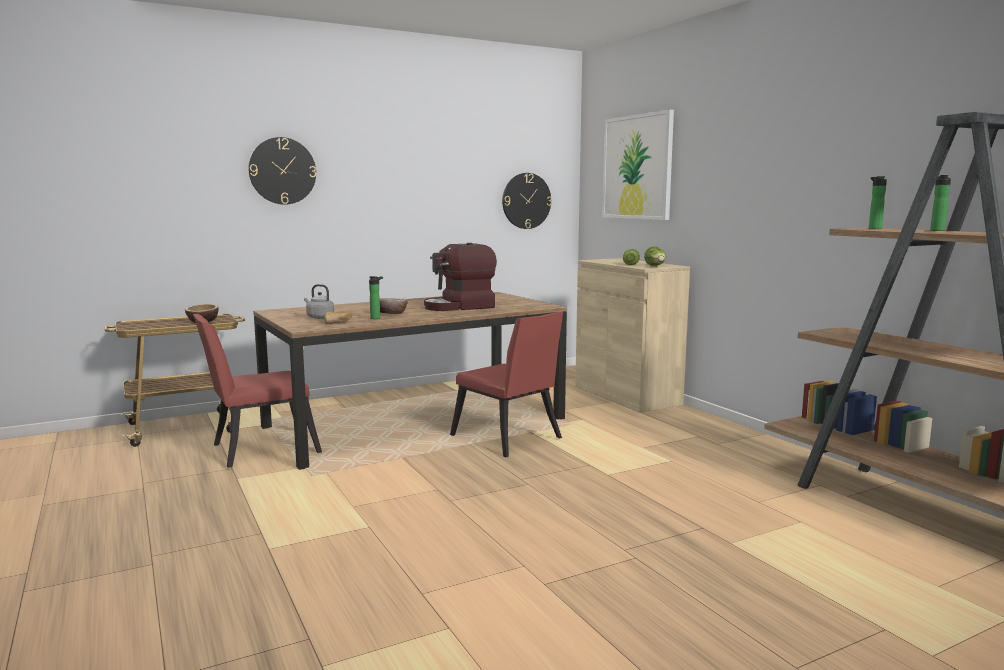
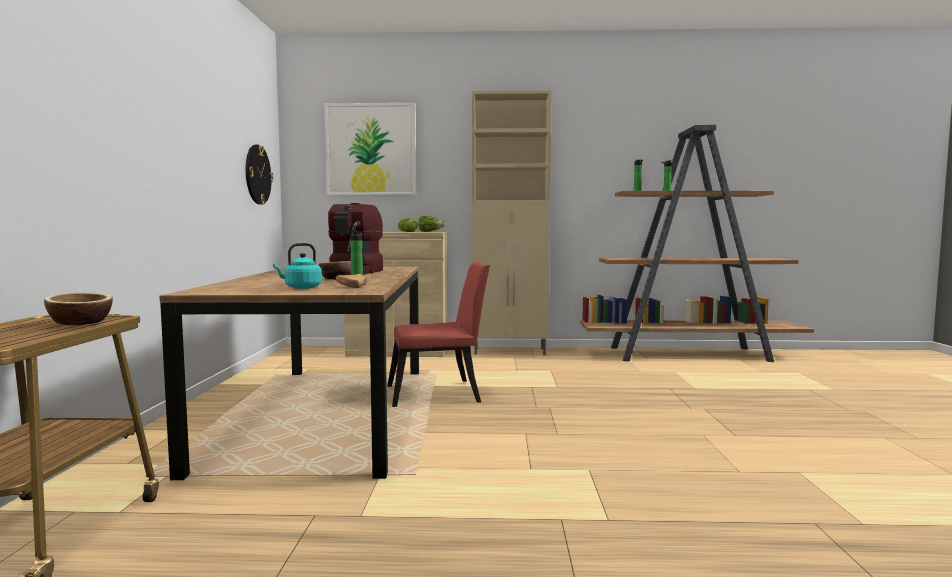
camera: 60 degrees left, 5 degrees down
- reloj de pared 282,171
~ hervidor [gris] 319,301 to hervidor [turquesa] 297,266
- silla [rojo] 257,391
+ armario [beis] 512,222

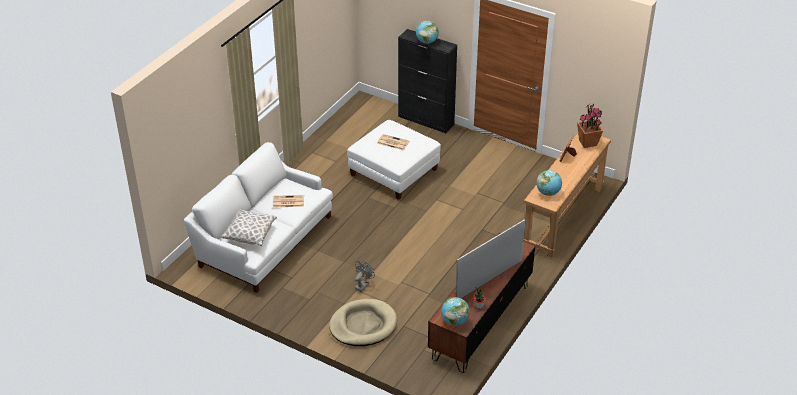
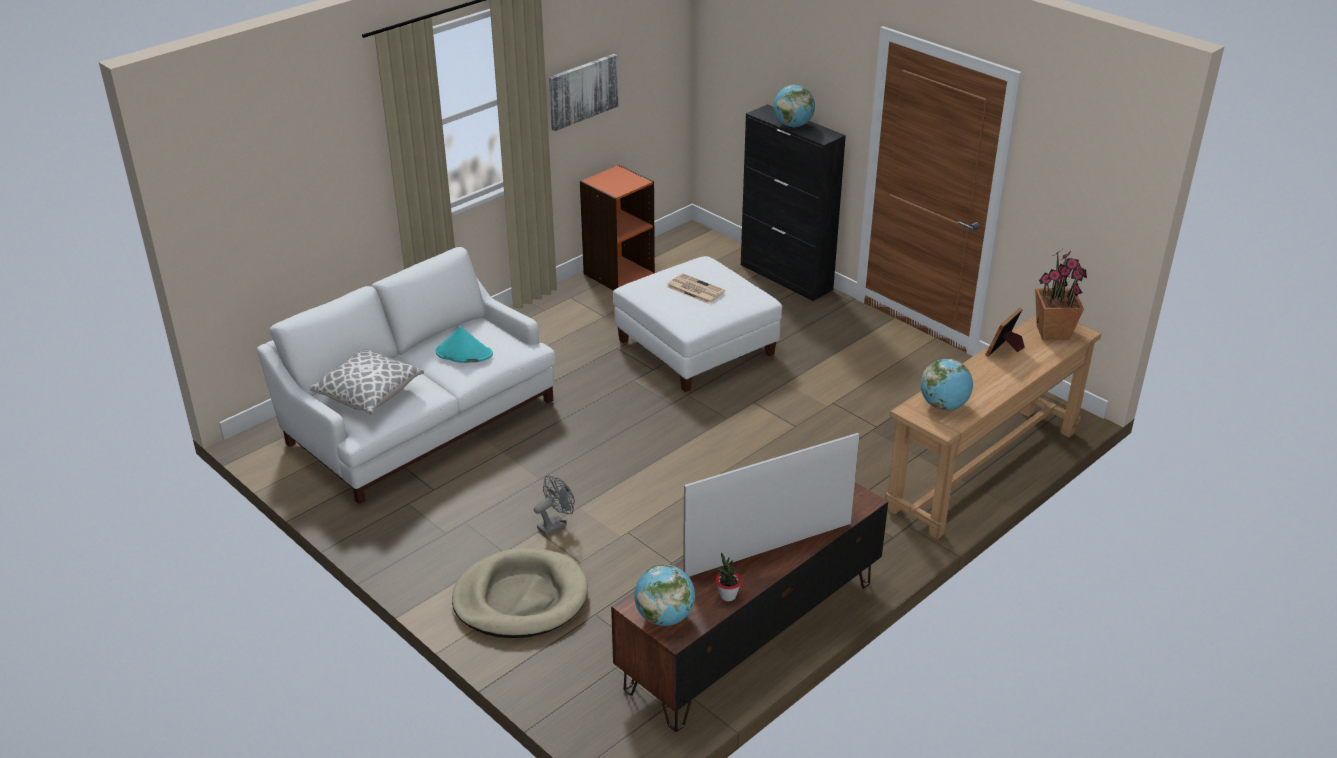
camera: 15 degrees right, 5 degrees down
~ periódico 288,201 to sombrero [turquesa] 464,344
+ cuadro 584,92
+ estantería [naranja] 617,228

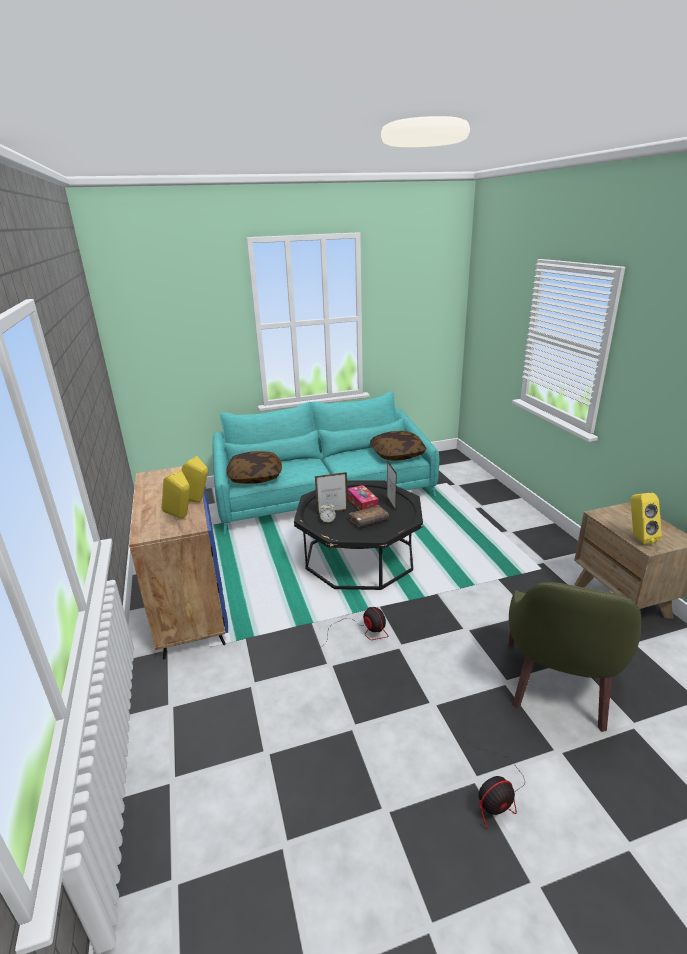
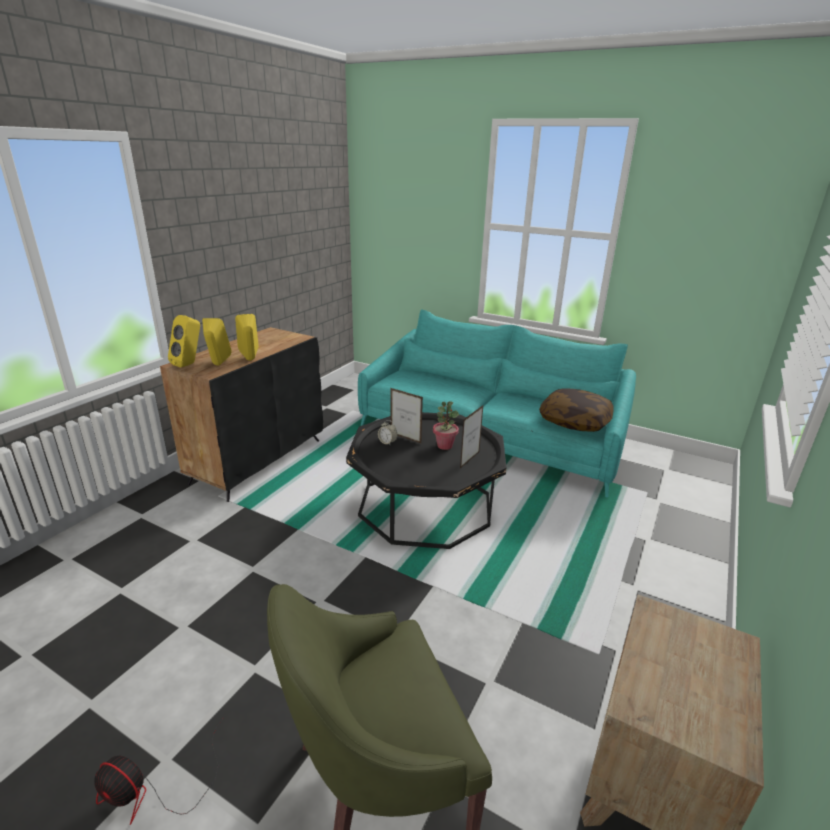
camera: 45 degrees right, 0 degrees up
- cojín 254,467
~ armario [azul] 178,563 to armario [negro] 241,414
~ caja de pañuelos 363,498 to planta en maceta 446,425
~ altavoz [amarillo] 646,519 to 184,341
- libro [marrón] 369,516
- ventilador 354,627

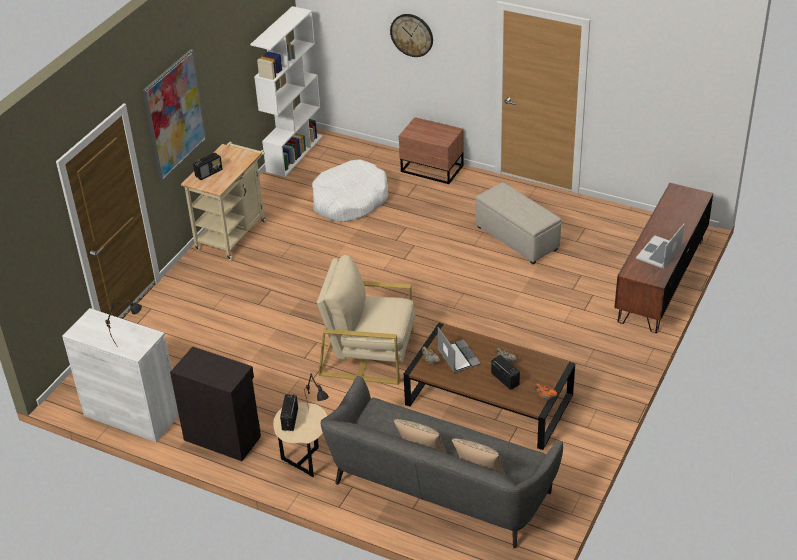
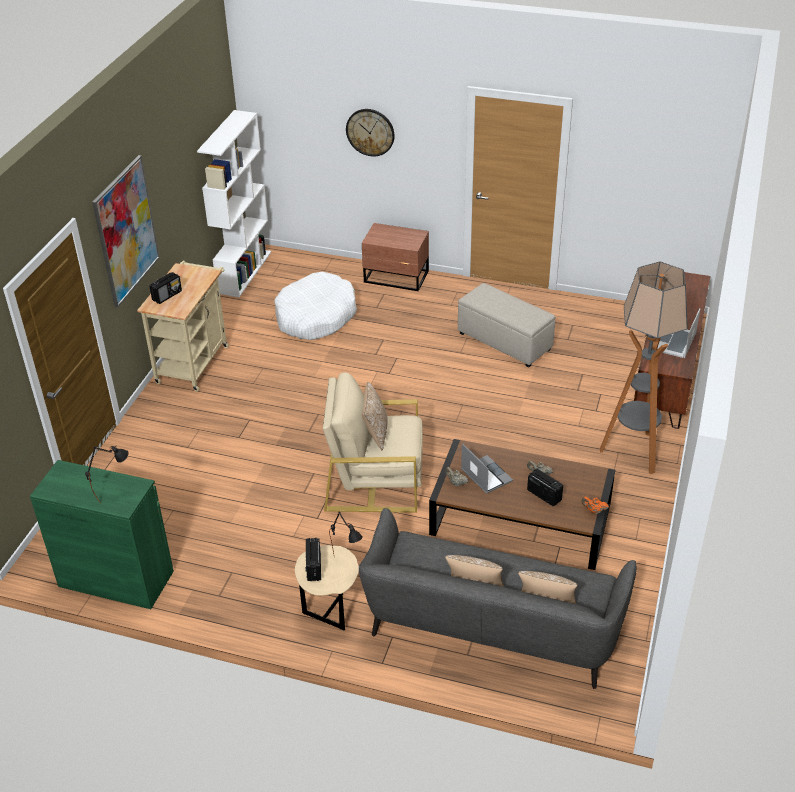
camera: 10 degrees left, 0 degrees up
~ armario [blanco] 120,375 to armario [verde] 102,534
- armario [negro] 215,403
+ lámpara de pie 644,368
+ cojín 375,416

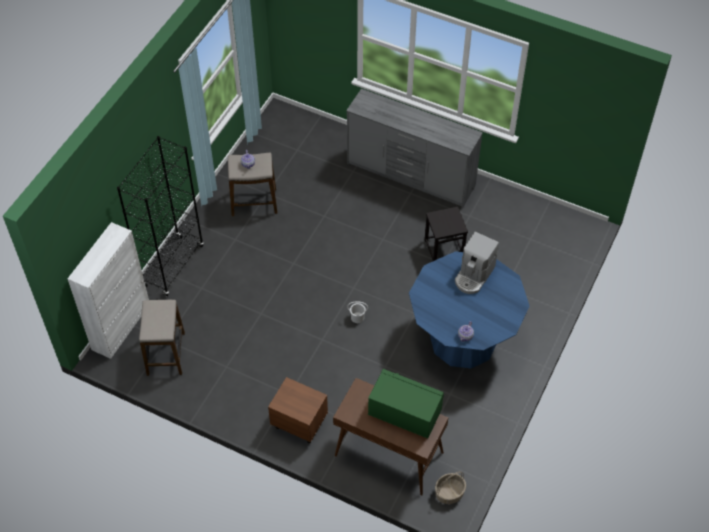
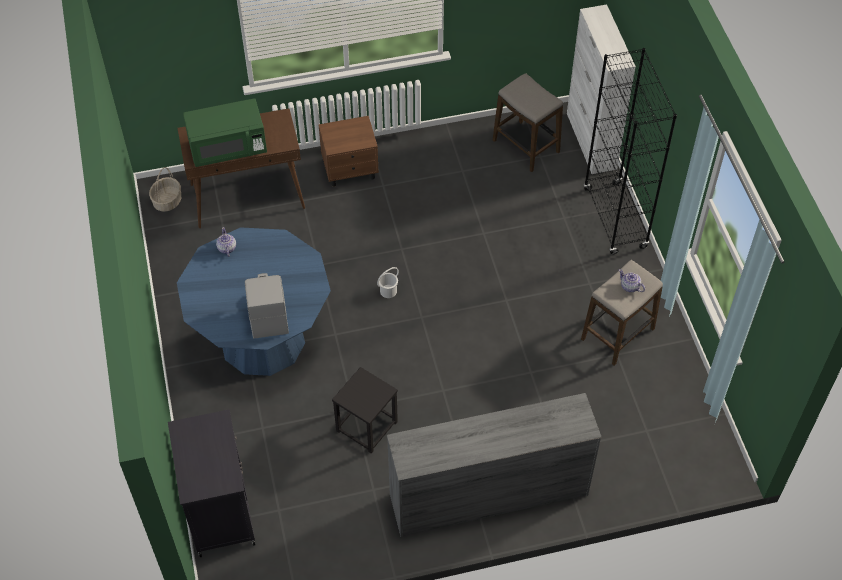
camera: 140 degrees right, 0 degrees up
+ armario [negro] 211,483

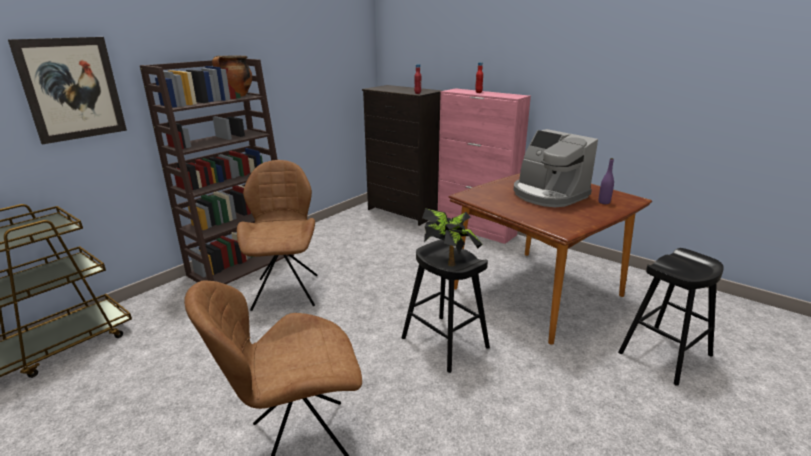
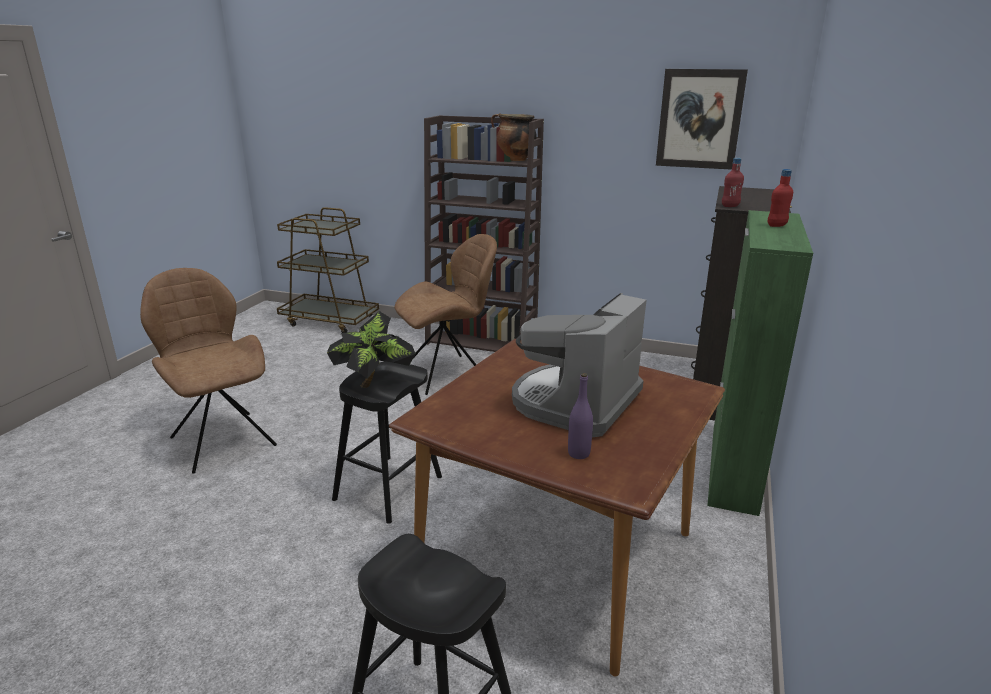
camera: 70 degrees right, 0 degrees up
~ cuadro 67,90 to 702,119
~ armario [rosa] 484,166 to armario [verde] 760,363

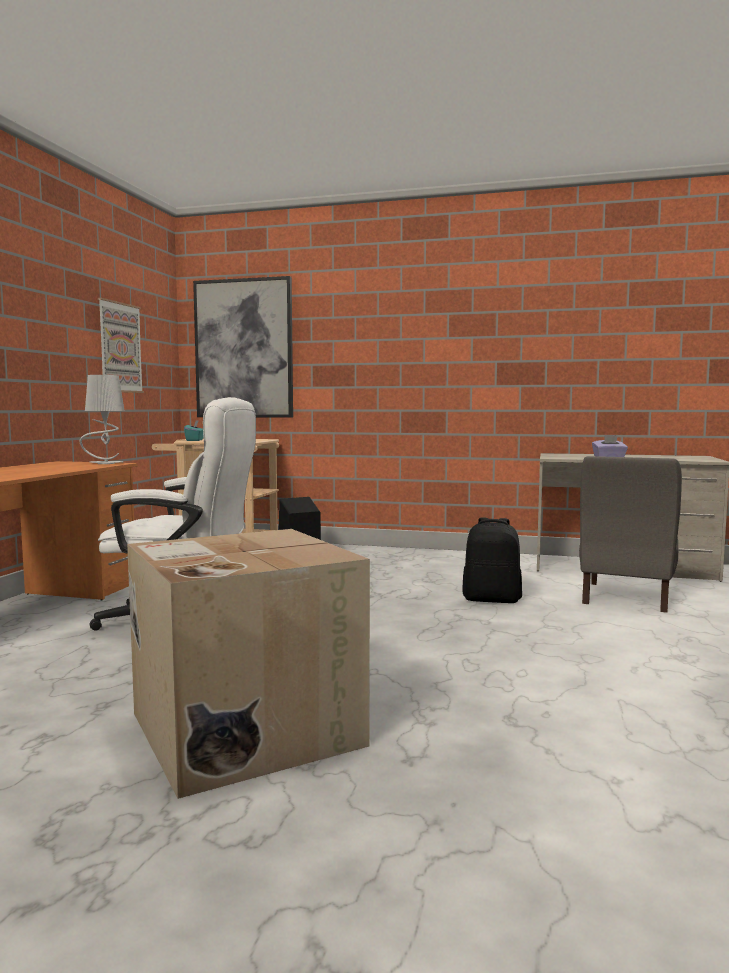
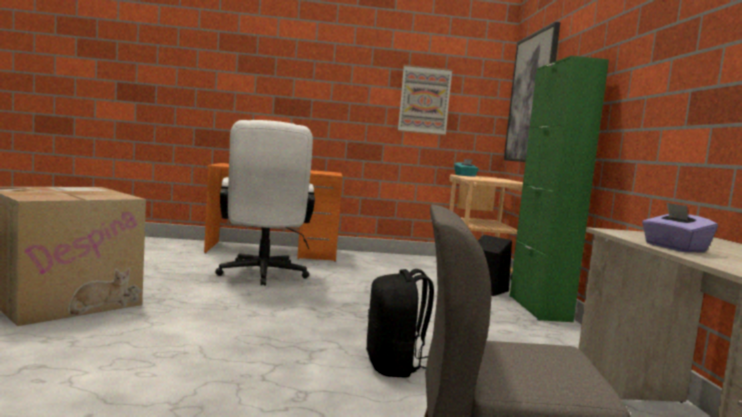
camera: 70 degrees right, 0 degrees up
- lámpara de mesa [gris] 102,419
+ armario [verde] 559,188

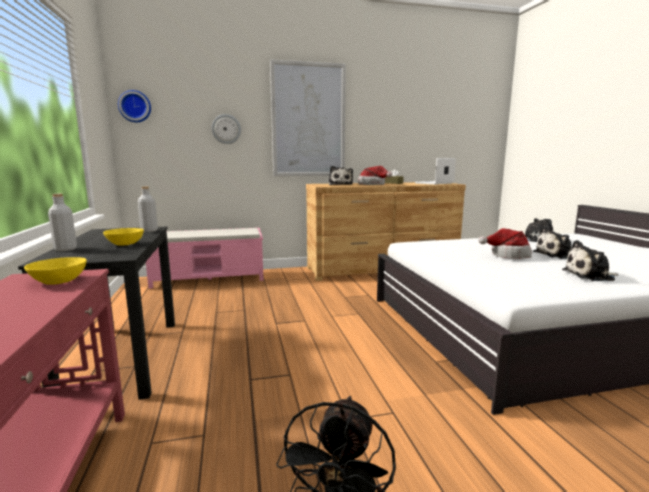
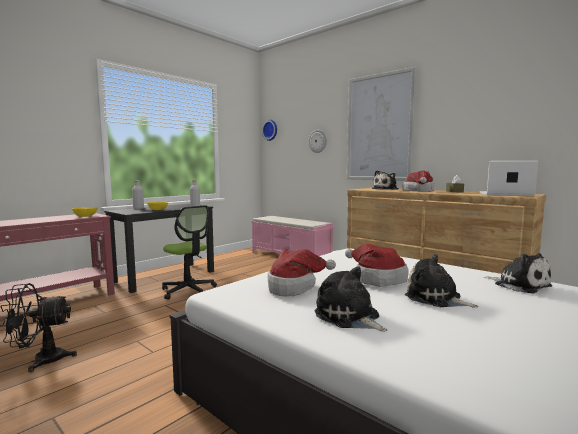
camera: 55 degrees right, 5 degrees down
+ silla de oficina 189,252
+ sombrero 302,273

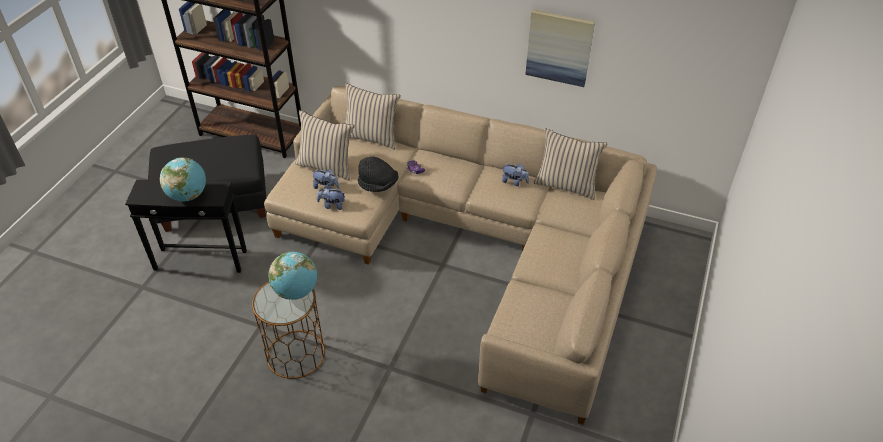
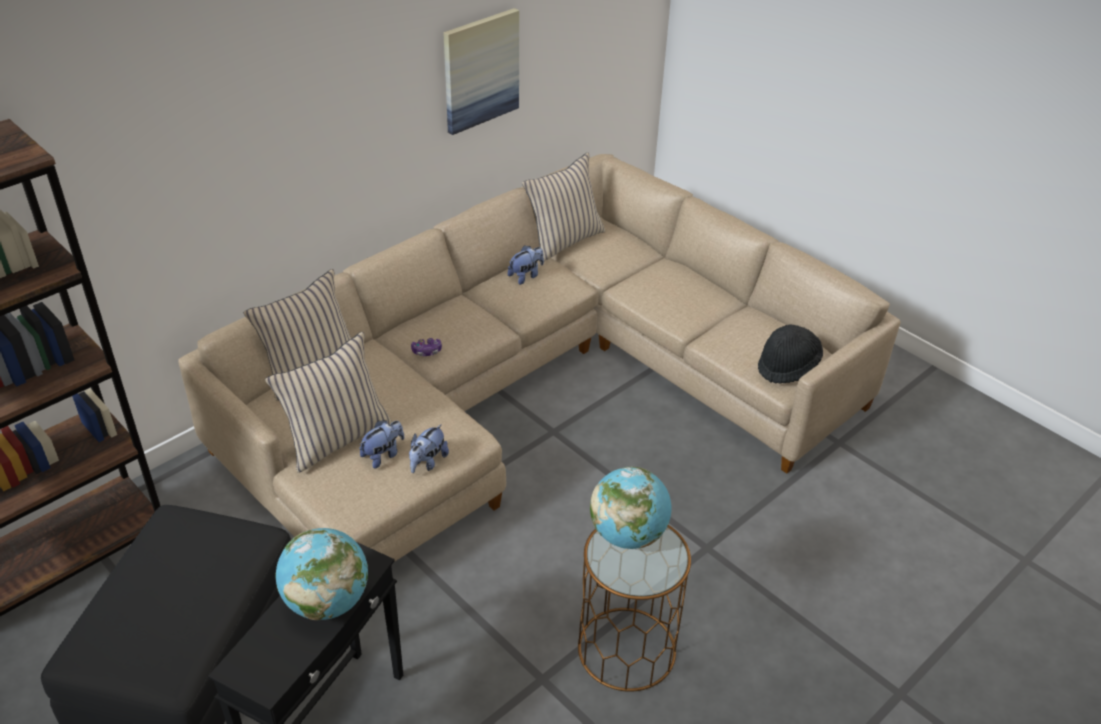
camera: 65 degrees left, 5 degrees down
~ sombrero [negro] 378,174 to 790,354

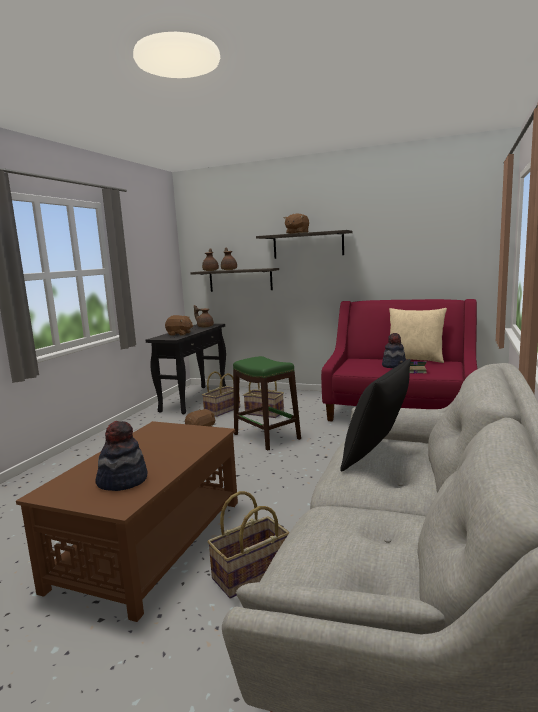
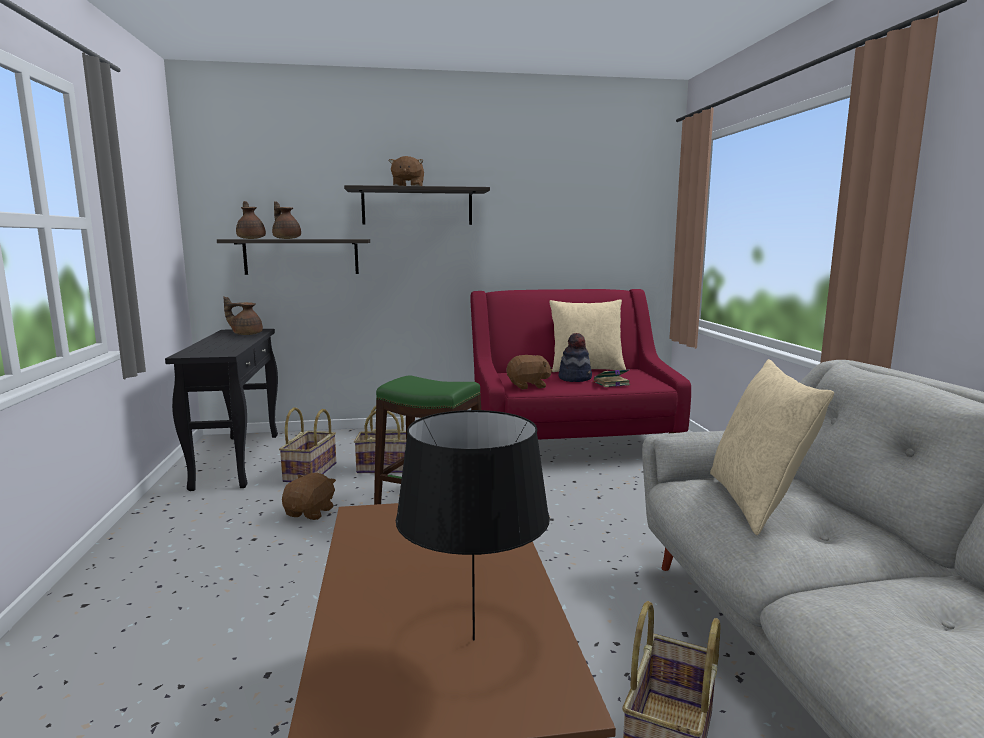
camera: 30 degrees left, 0 degrees up
~ peluche [marrón] 179,325 to 530,372
~ cojín [negro] 375,415 to cojín [beis] 772,447
~ sombrero 121,456 to lámpara de mesa [negro] 473,525

